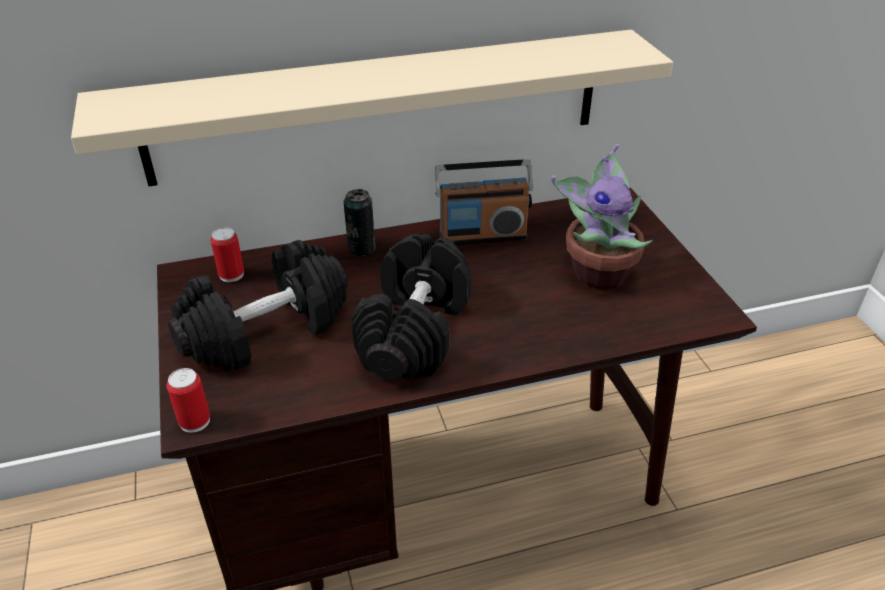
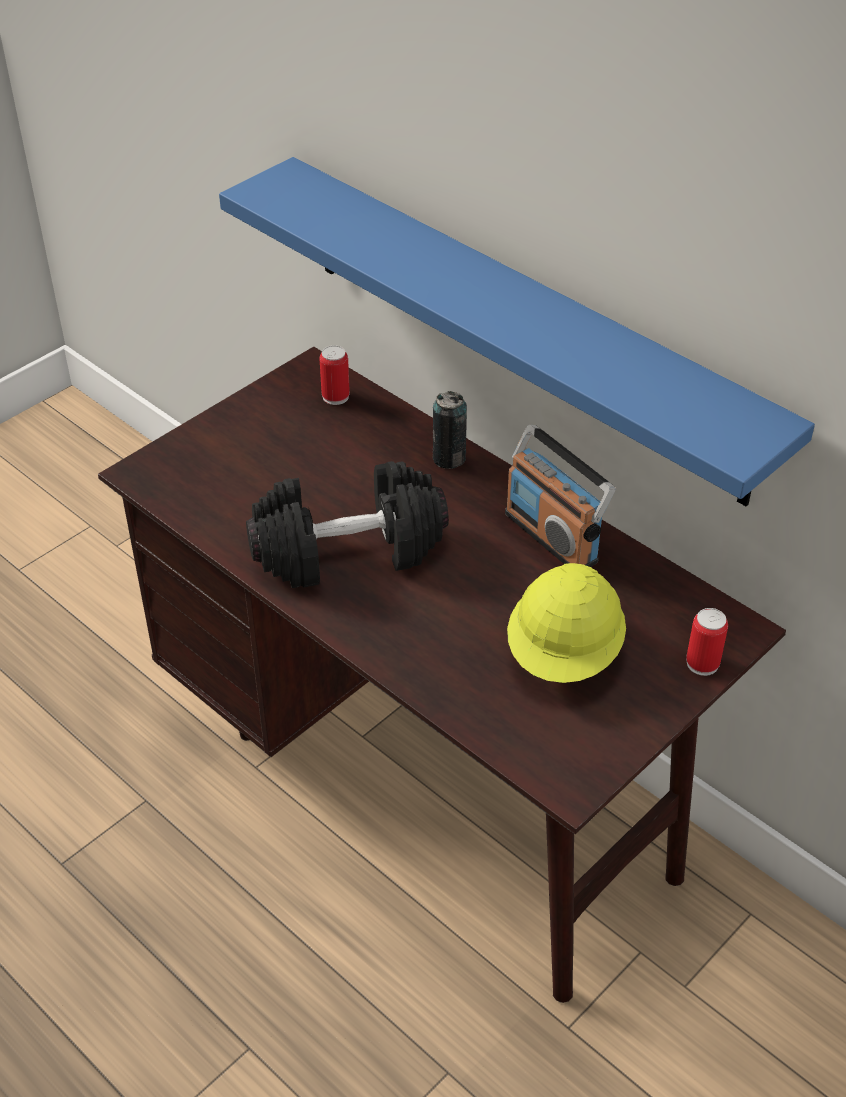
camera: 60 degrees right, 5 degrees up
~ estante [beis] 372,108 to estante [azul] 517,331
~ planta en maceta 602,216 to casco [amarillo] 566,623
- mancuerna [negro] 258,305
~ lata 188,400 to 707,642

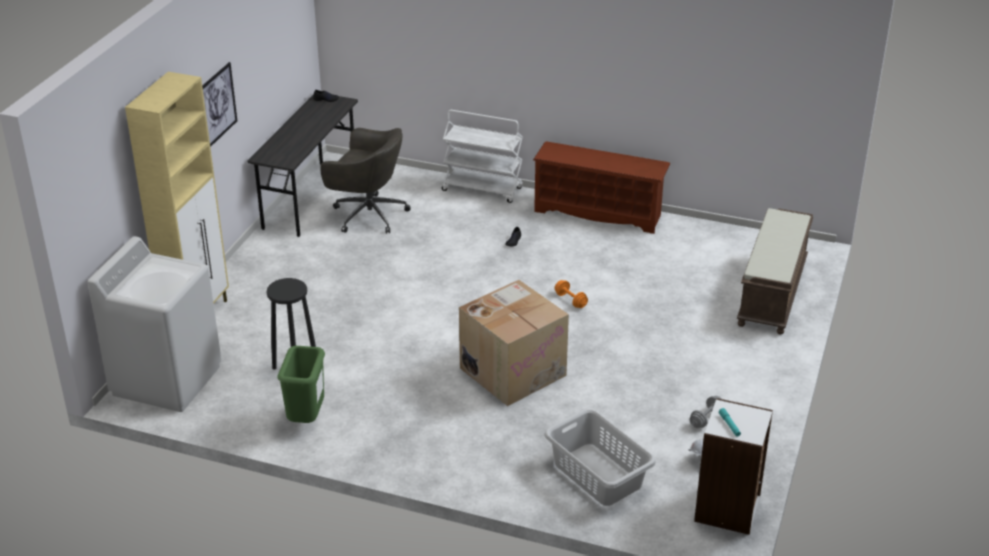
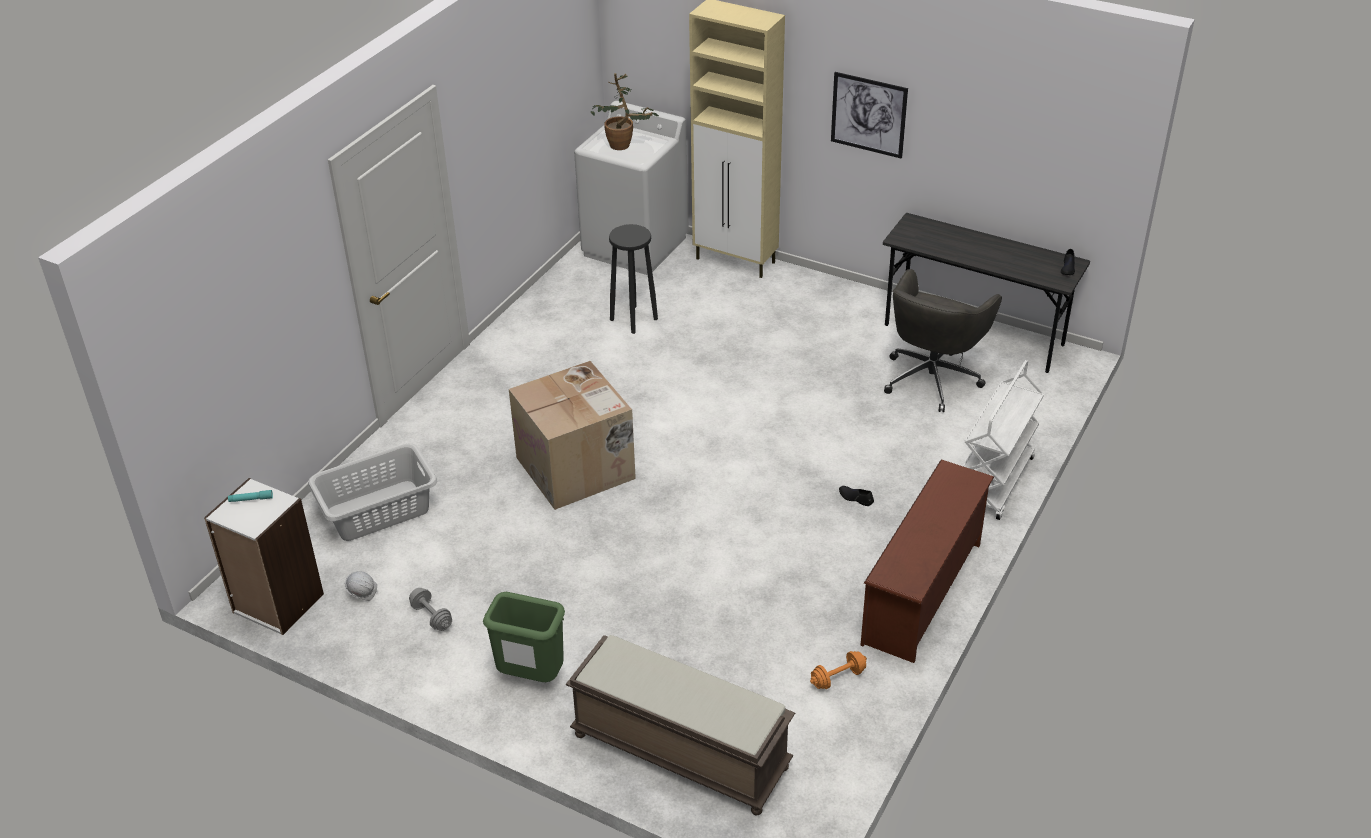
camera: 100 degrees right, 5 degrees up
~ mancuerna [naranja] 571,294 to 838,670
~ papelera [verde] 301,384 to 524,637
+ planta en maceta 624,111

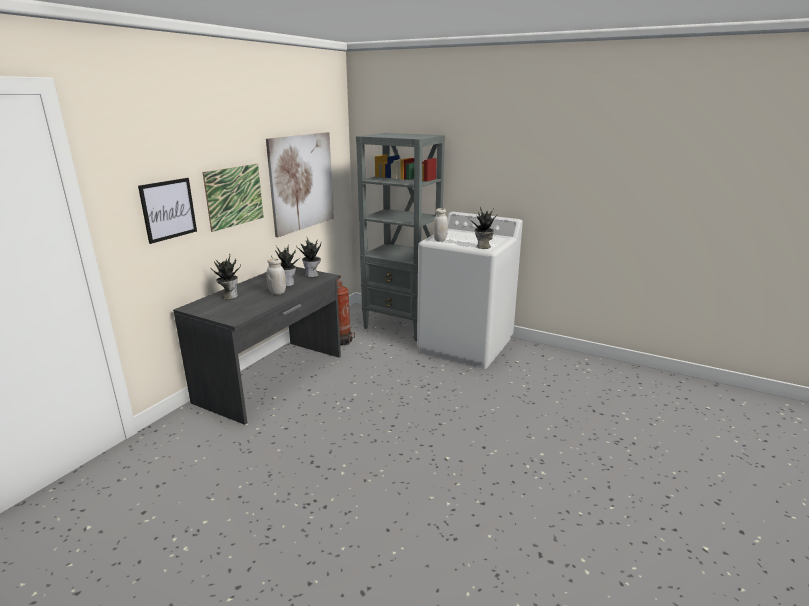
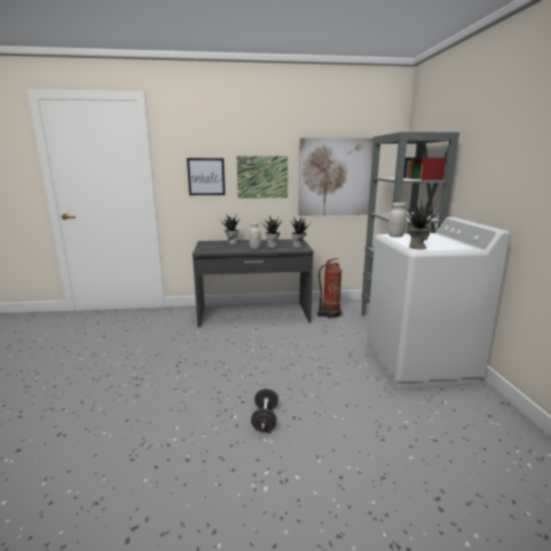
camera: 55 degrees right, 5 degrees down
+ mancuerna [negro] 264,410

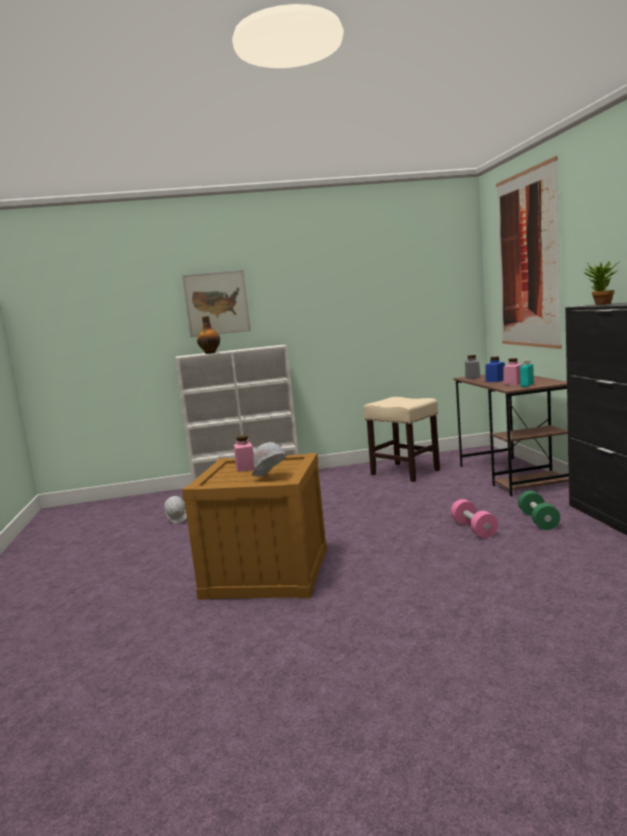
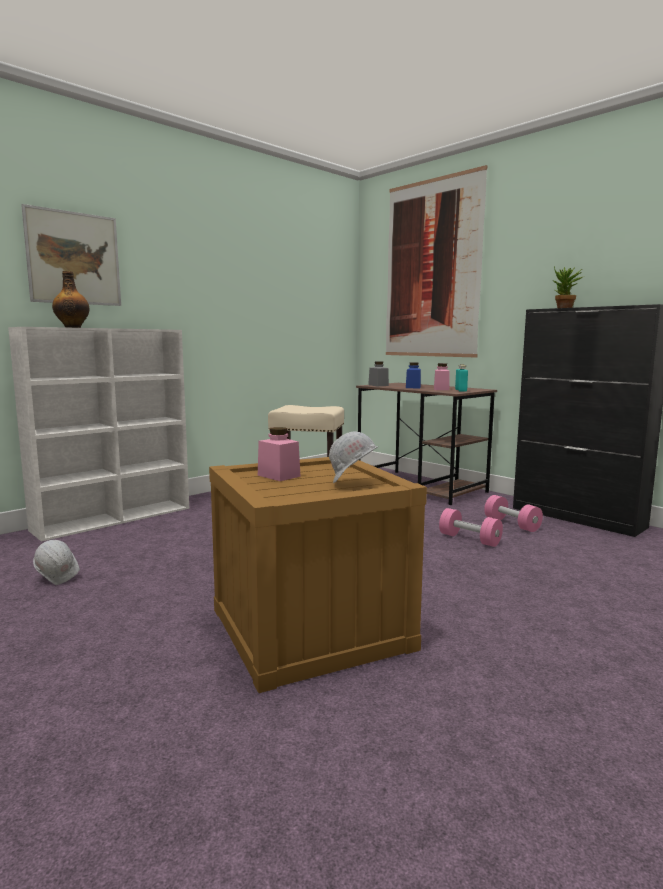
camera: 35 degrees left, 0 degrees up
~ mancuerna [verde] 539,510 to mancuerna [rosa] 513,513

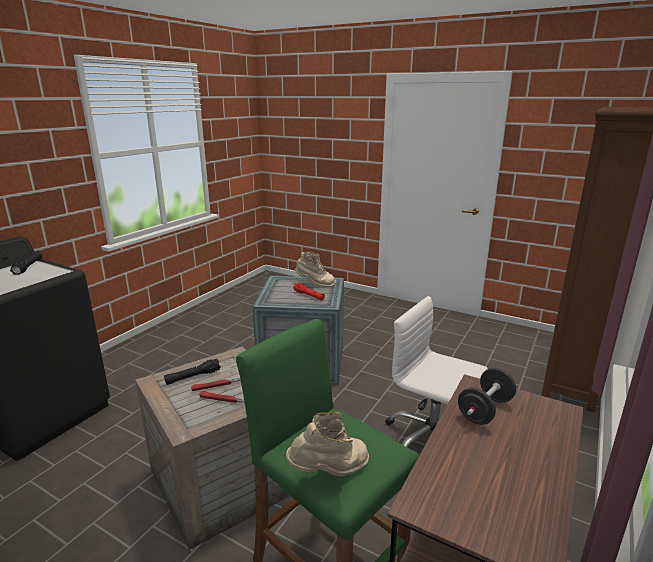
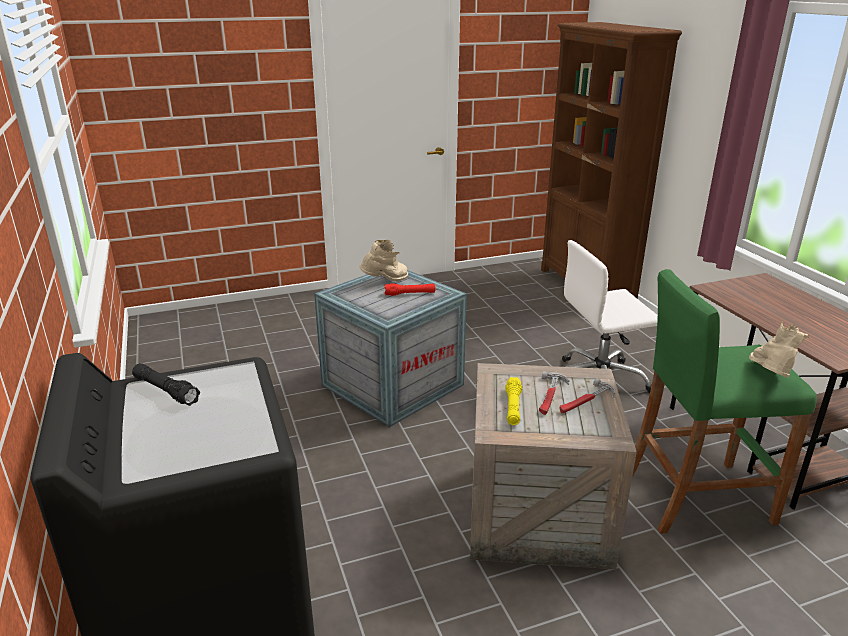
camera: 50 degrees left, 5 degrees up
~ linterna [negro] 192,372 to linterna [amarillo] 514,401
- mancuerna [negro] 487,396

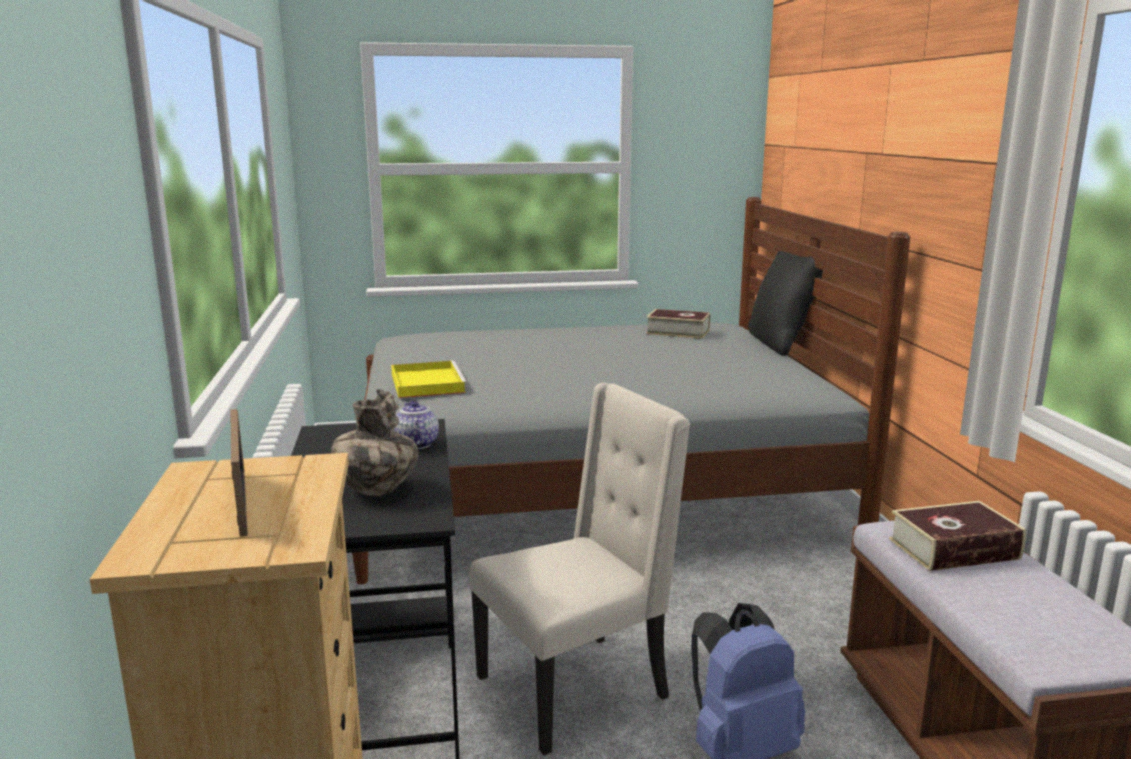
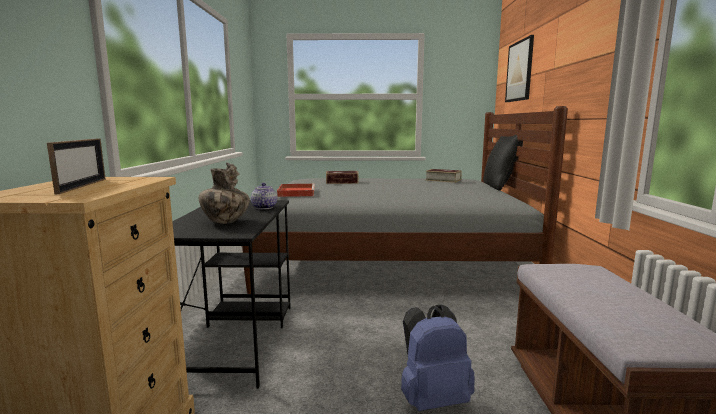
camera: 10 degrees right, 5 degrees down
~ bandeja [amarillo] 429,379 to bandeja [rojo] 296,190
- silla [beis] 579,569
~ libro 957,536 to 342,177
+ cuadro 519,68

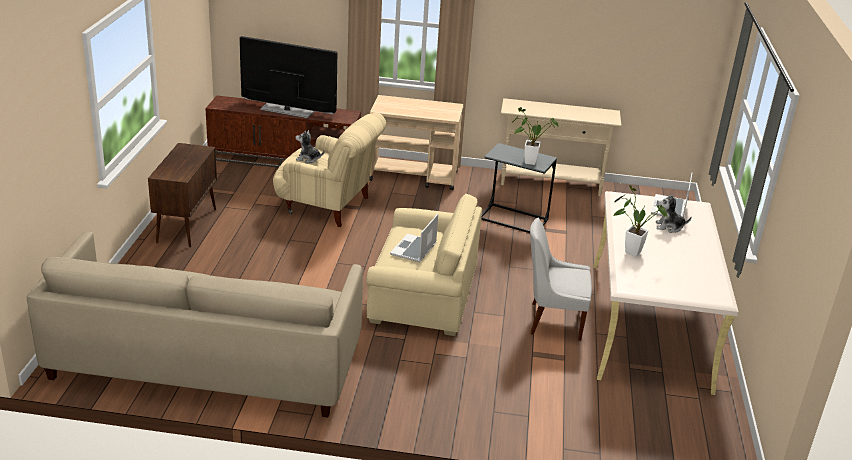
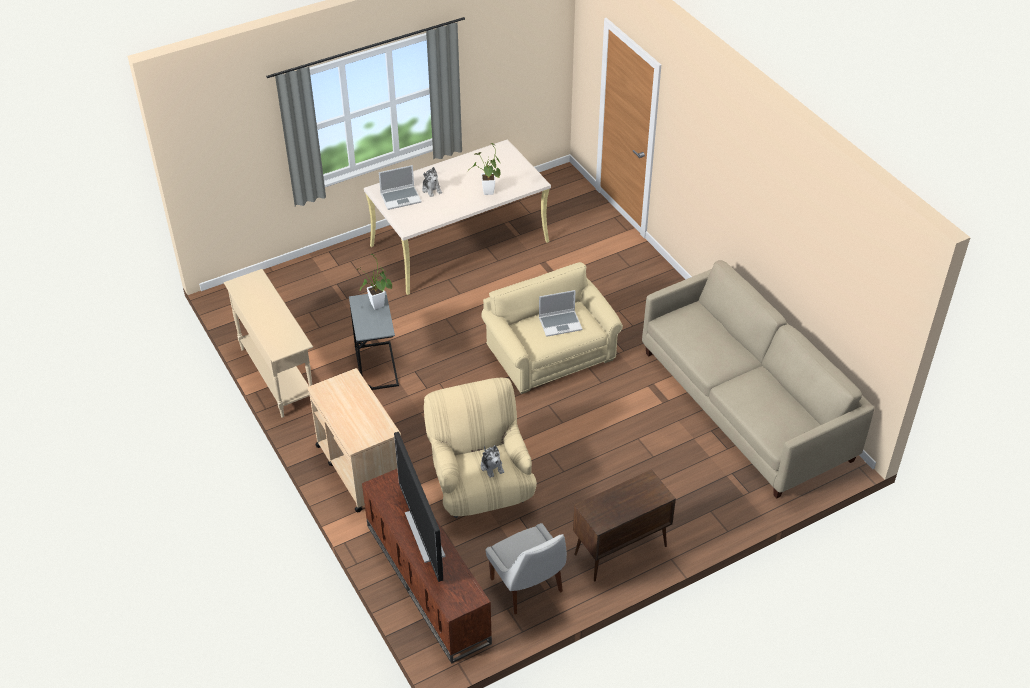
camera: 125 degrees left, 15 degrees up
~ silla [blanco] 561,279 to 526,568

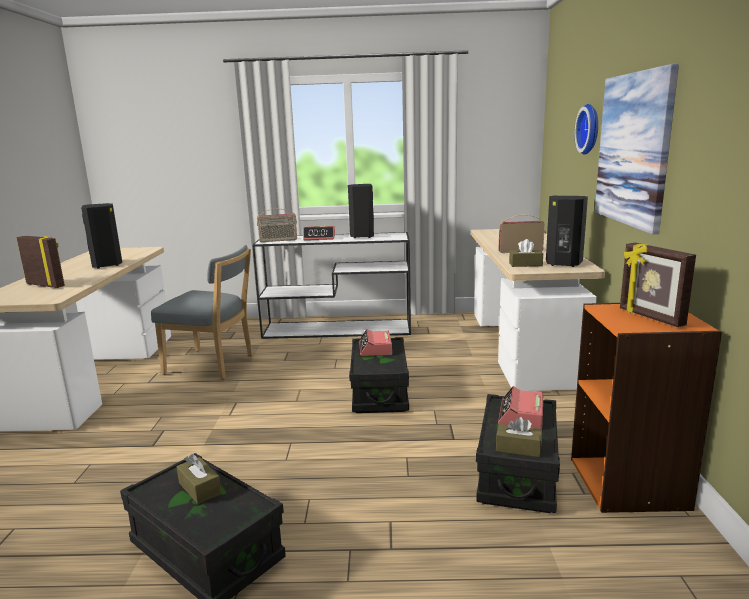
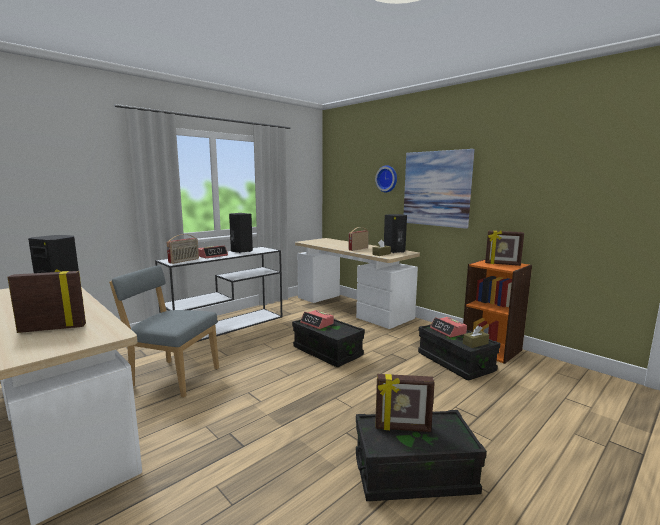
camera: 45 degrees left, 5 degrees down
~ silla [gris] 202,312 = 164,331 135 degrees counterclockwise
~ caja de pañuelos [marrón] 199,479 to portarretratos 405,403

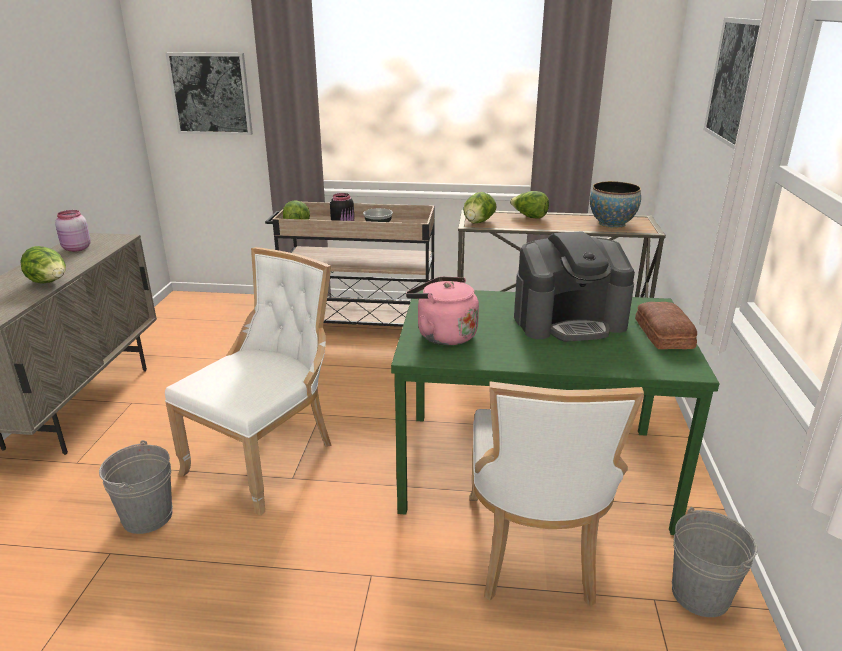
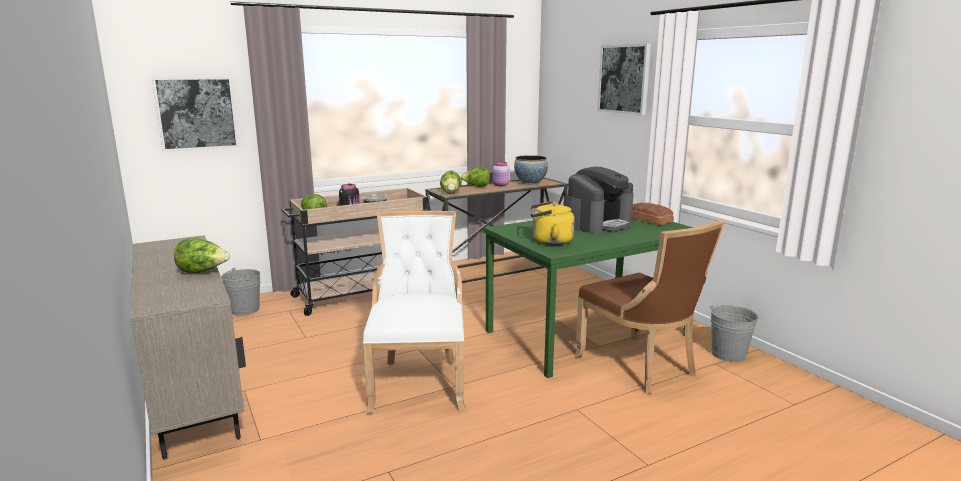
camera: 35 degrees left, 10 degrees down
~ tarro [rosa] 73,231 to 501,174
~ hervidor [rosa] 442,310 to hervidor [amarillo] 552,223
~ silla [blanco] 556,494 to silla [marrón] 649,307
~ cubo [gris] 136,487 to 240,291

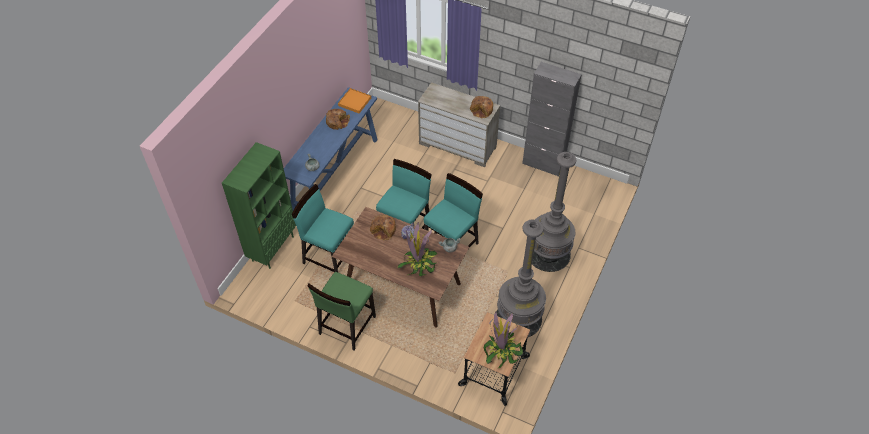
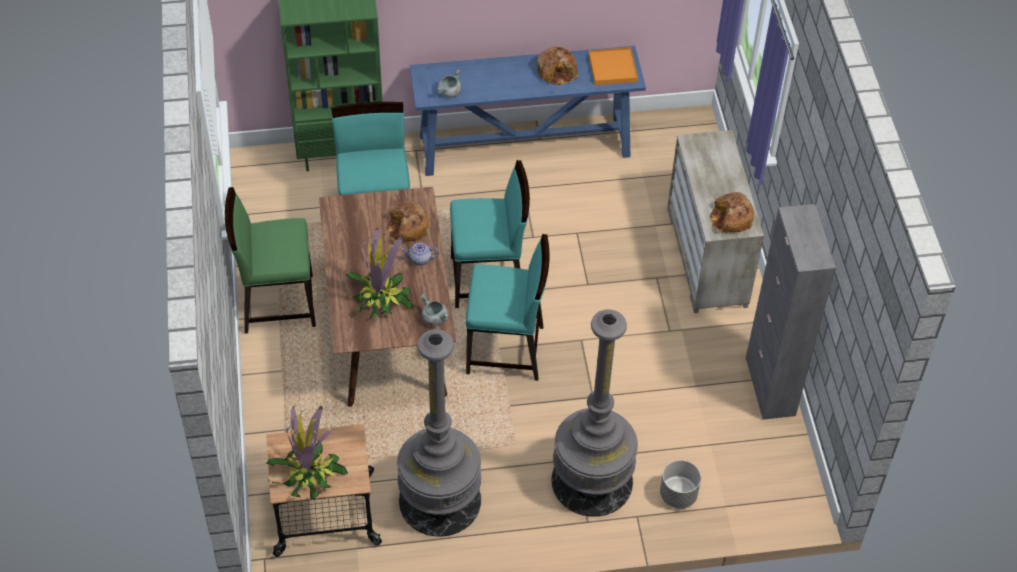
camera: 55 degrees right, 0 degrees up
+ maceta [gris] 680,484

